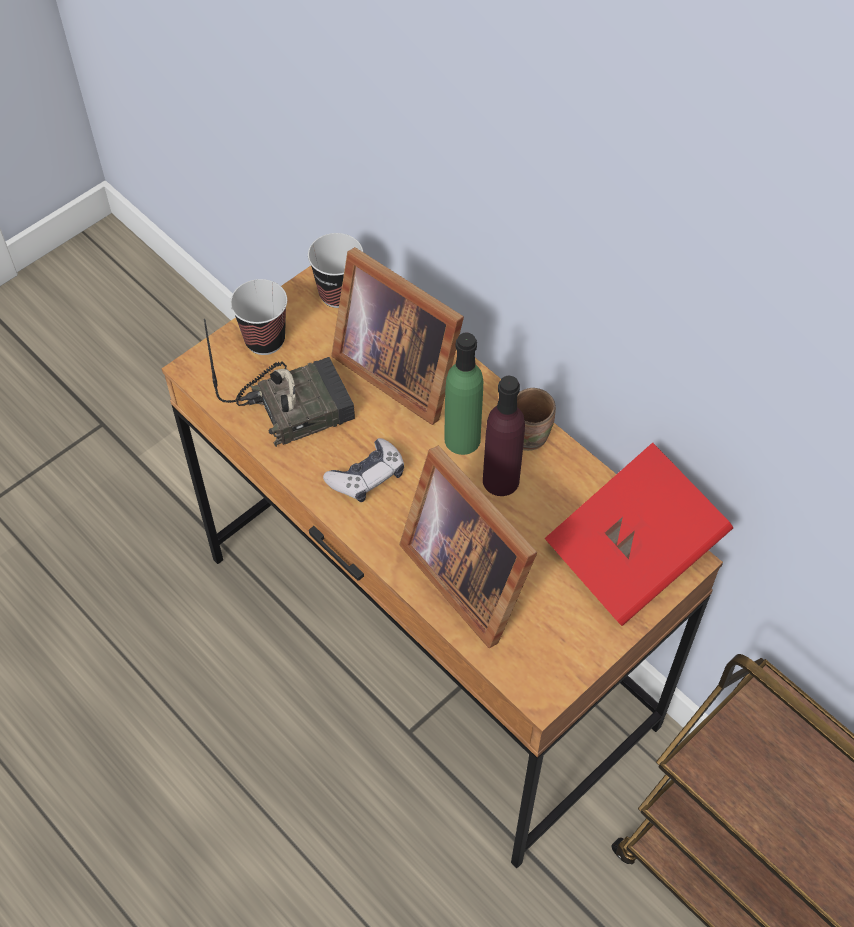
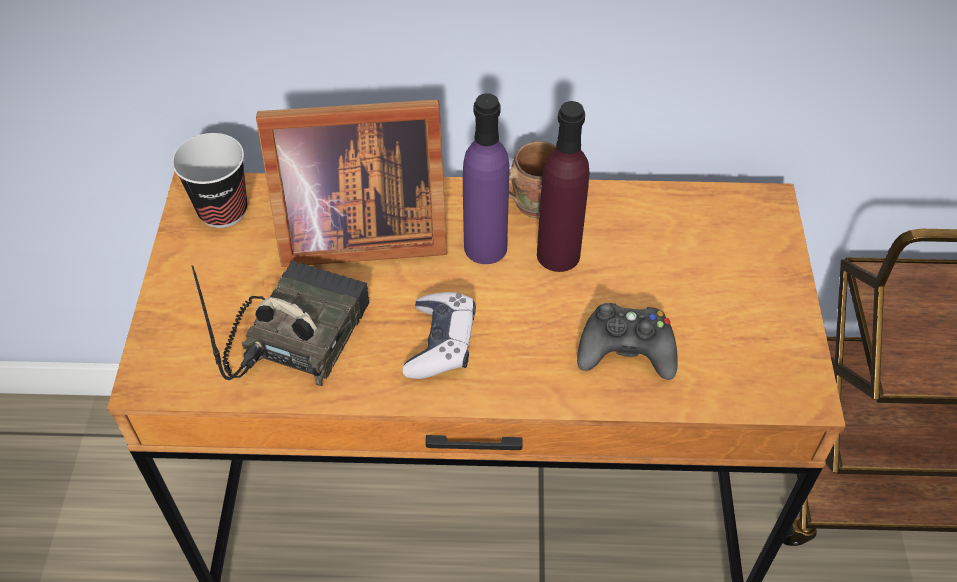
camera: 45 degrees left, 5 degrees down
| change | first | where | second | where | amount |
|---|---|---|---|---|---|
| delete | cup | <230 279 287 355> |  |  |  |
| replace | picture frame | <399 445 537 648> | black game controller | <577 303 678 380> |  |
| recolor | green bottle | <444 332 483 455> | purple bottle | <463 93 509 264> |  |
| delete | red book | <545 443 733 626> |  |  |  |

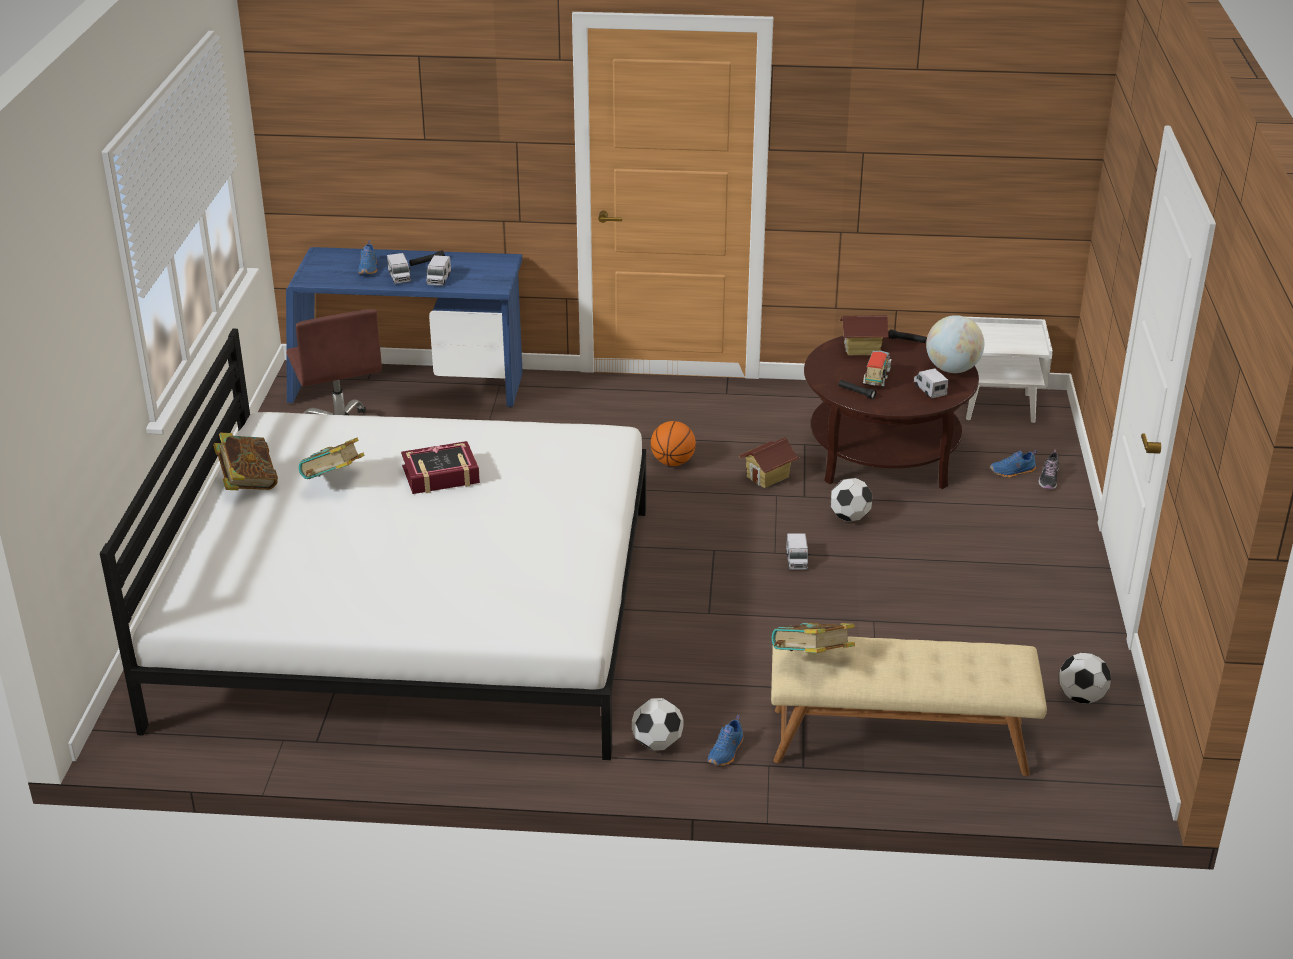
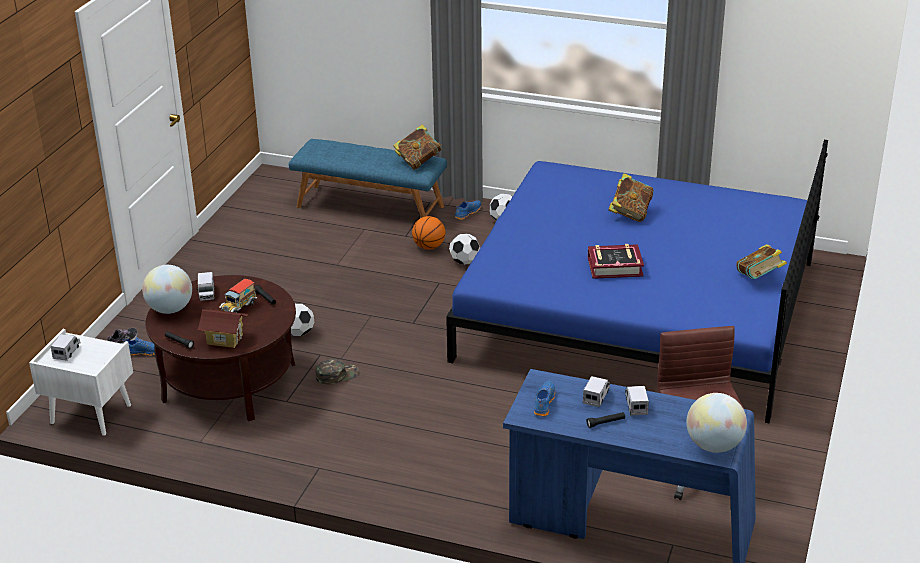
camera: 165 degrees left, 0 degrees up
| change | first | where | second | where | amount |
|---|---|---|---|---|---|
| recolor | white bed | <100 329 646 760> | blue bed | <446 140 828 423> |  |
| move | book | <299 438 364 479> |  | <608 173 653 222> |  |
| move | blue shoe | <359 241 377 274> |  | <534 381 555 416> |  |
| move | basketball | <651 421 696 466> |  | <412 216 445 250> |  |
| replace | toy house | <739 437 799 488> | green cap | <316 359 359 384> |  |
| recolor | beige bench | <771 636 1047 776> | blue bench | <288 139 447 218> |  |
| move | toy truck | <786 533 810 570> |  | <51 334 81 361> |  |
| move | football | <1059 653 1111 704> |  | <449 234 480 265> |  |
| insert |  |  | globe | <686 393 747 453> |  |

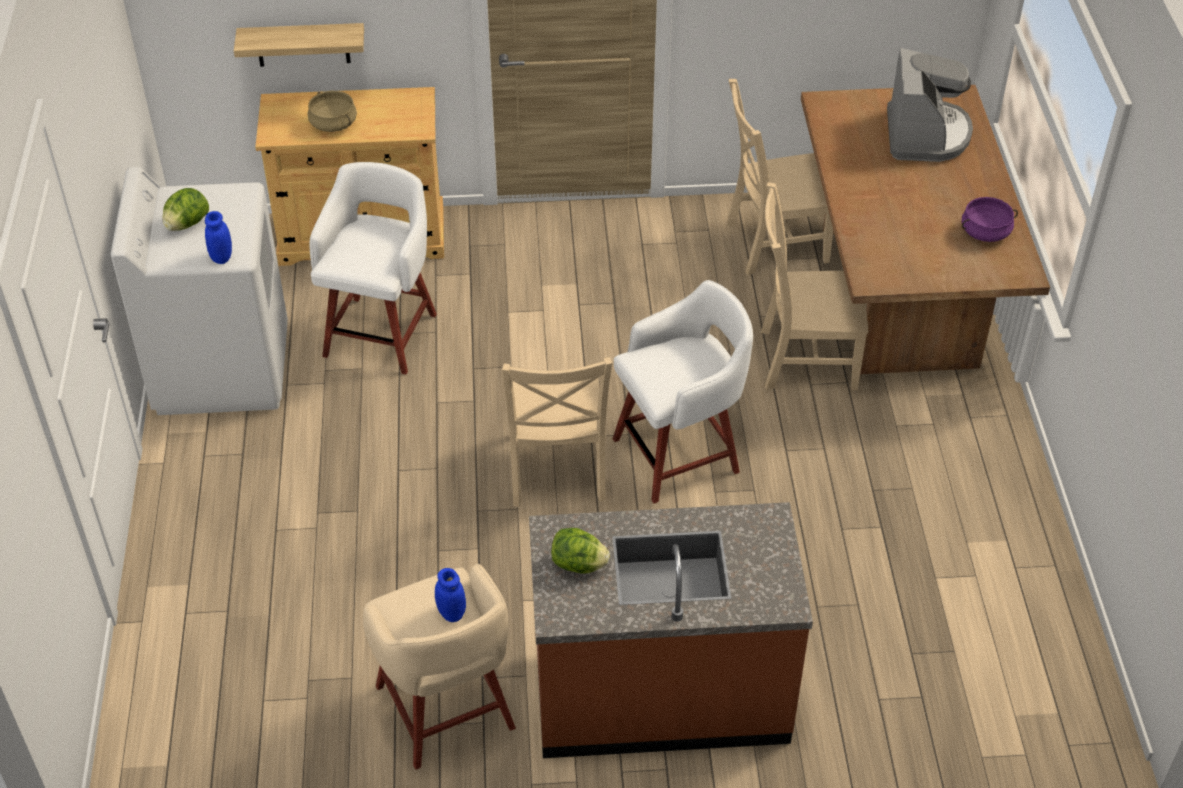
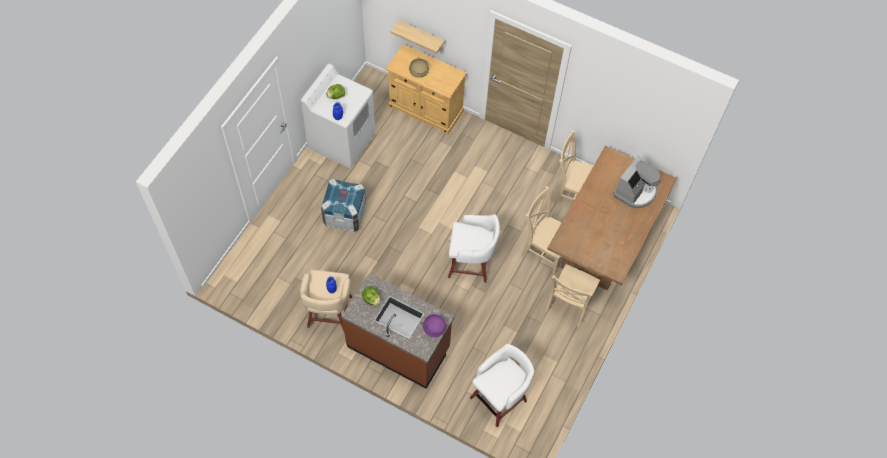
camera: 30 degrees right, 15 degrees up
| change | first | where | second | where | amount |
|---|---|---|---|---|---|
| move | white stool | <309 162 437 375> |  | <470 344 534 427> |  |
| move | beige chair | <502 357 612 507> |  | <545 264 600 327> |  |
| move | purple cooking pot | <962 197 1018 242> |  | <421 314 448 337> |  |
| insert |  |  | crate | <321 179 366 232> |  |

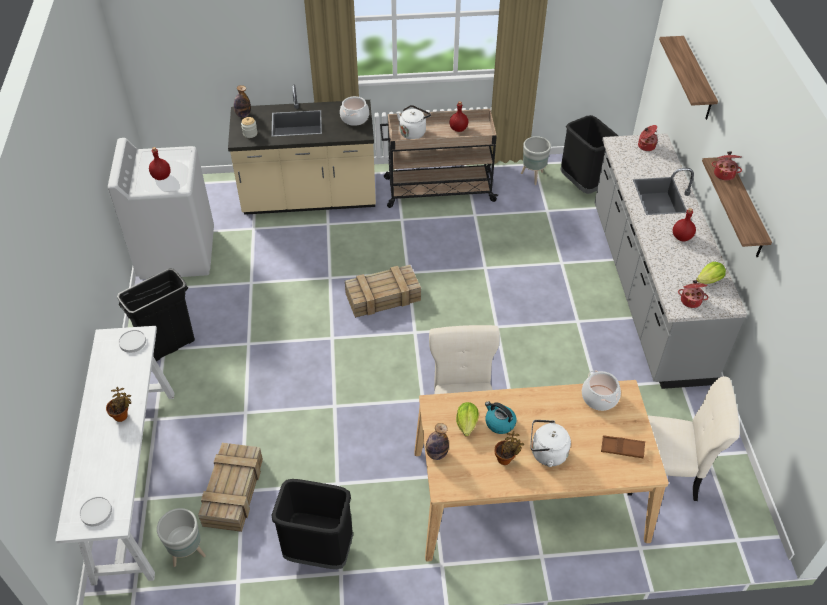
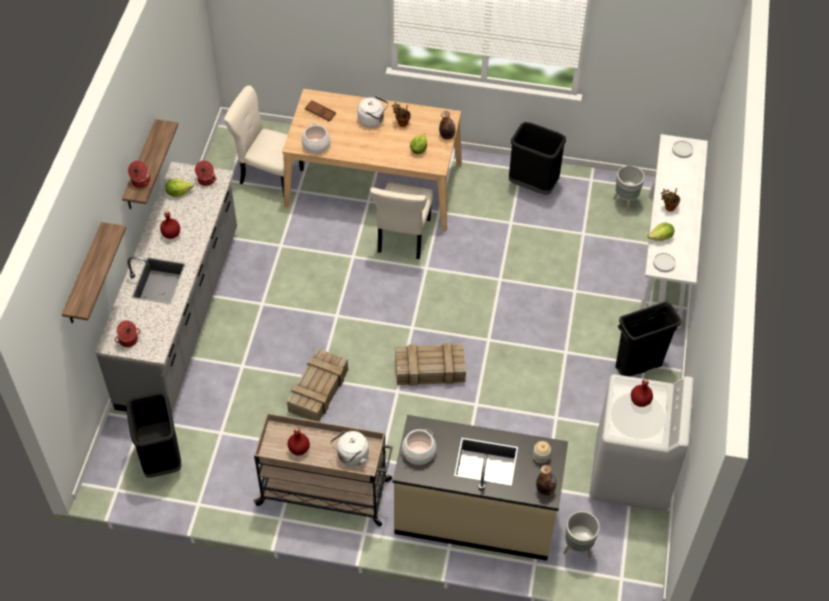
camera: 165 degrees left, 5 degrees up
| change | first | where | second | where | amount |
|---|---|---|---|---|---|
| move | crate | <198 443 263 532> |  | <287 349 348 422> |  |
| delete | kettle | <485 401 516 434> |  |  |  |
| move | grey planter | <521 136 551 185> |  | <563 511 600 558> |  |
| insert |  |  | lettuce | <648 222 674 241> |  |

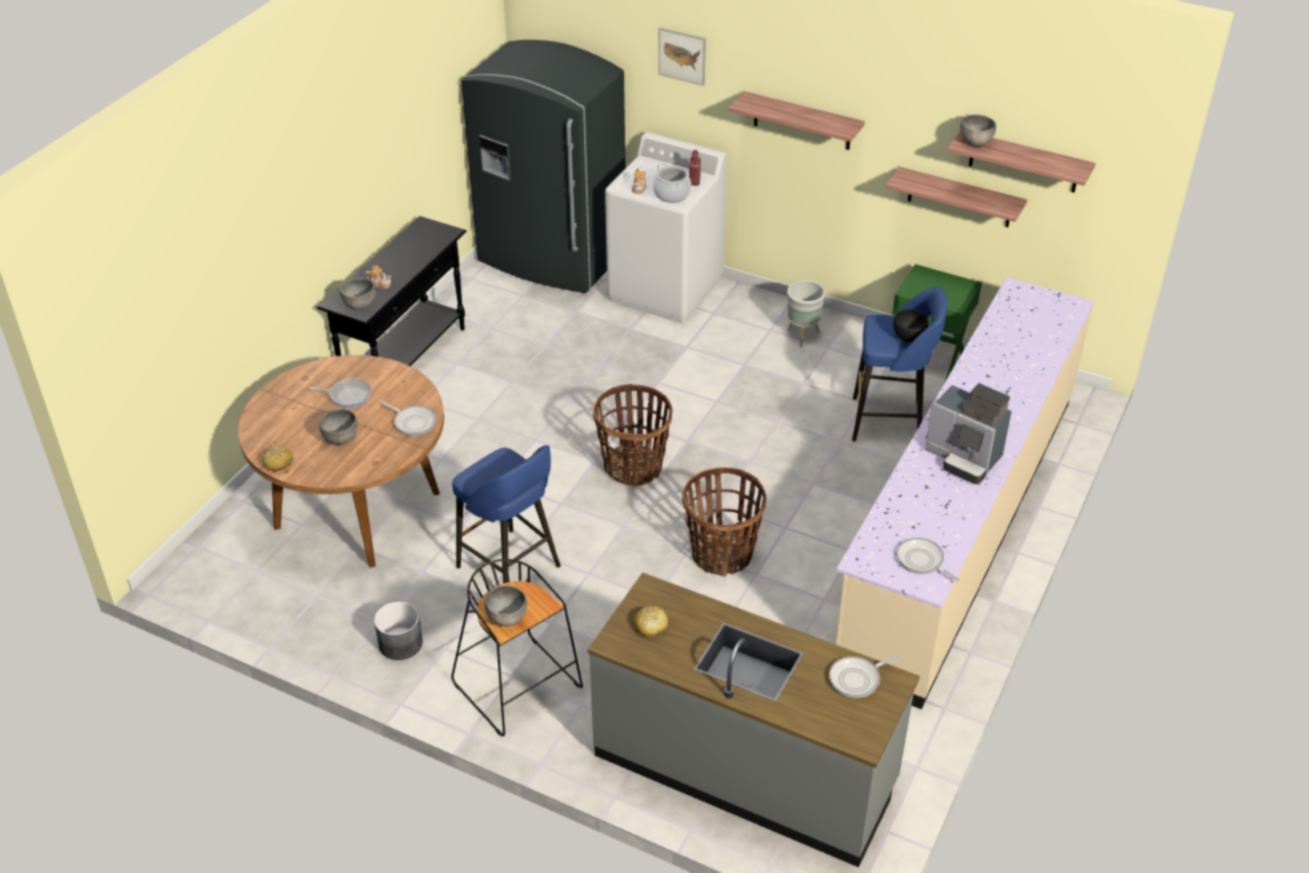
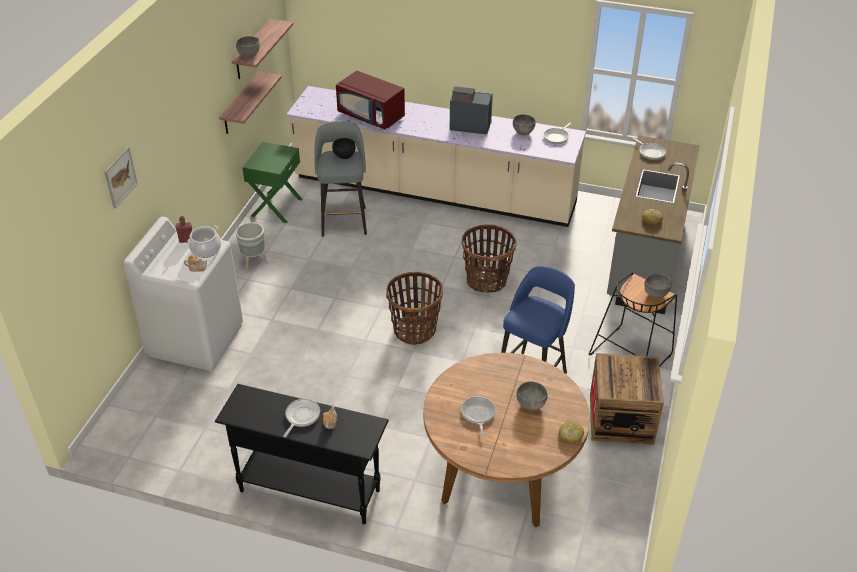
camera: 100 degrees left, 0 degrees up
| change | first | where | second | where | amount |
|---|---|---|---|---|---|
| move | grey bowl | <340 278 376 310> |  | <513 114 536 135> |  |
| replace | grey planter | <374 601 423 660> | crate | <590 353 664 445> |  |
| move | frying pan | <381 402 437 436> |  | <283 399 320 437> |  |
| delete | grey fridge | <461 40 625 293> |  |  |  |
| delete | shelf | <729 91 865 150> |  |  |  |
| recolor | blue stool | <852 287 948 442> | grey stool | <314 121 367 237> |  |
| rotate | coffee machine | <925 384 1012 484> |  | <450 86 493 135> | 105 degrees counterclockwise |
| insert |  |  | red microwave | <336 71 405 129> |  |

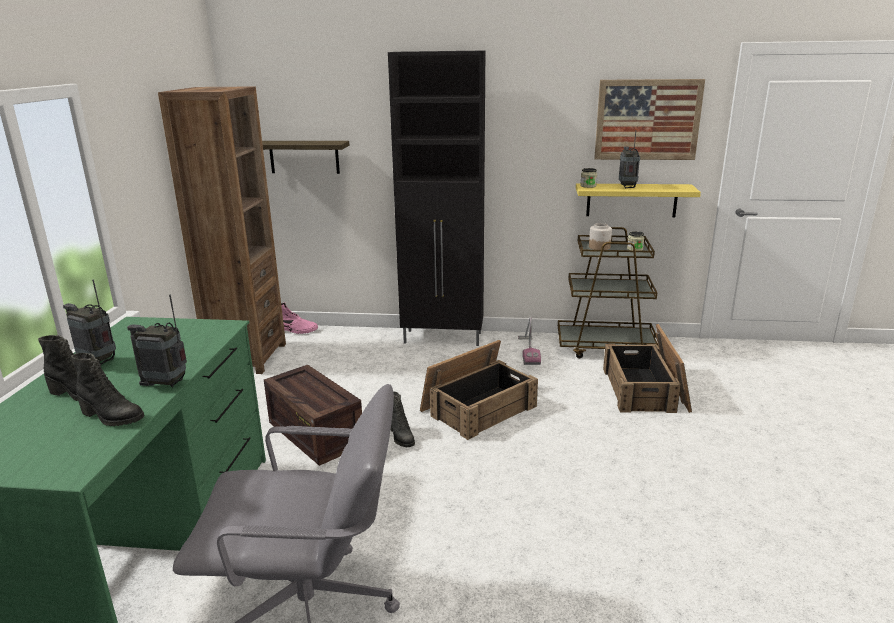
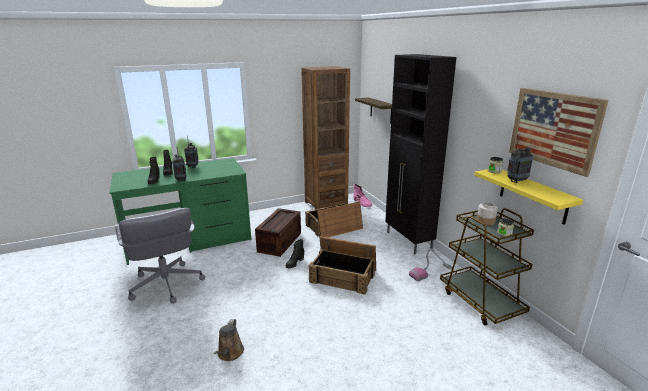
camera: 60 degrees right, 0 degrees up
| change | first | where | second | where | amount |
|---|---|---|---|---|---|
| move | crate | <603 324 692 413> |  | <305 201 363 237> |  |
| insert |  |  | brown watering can | <214 319 244 361> |  |

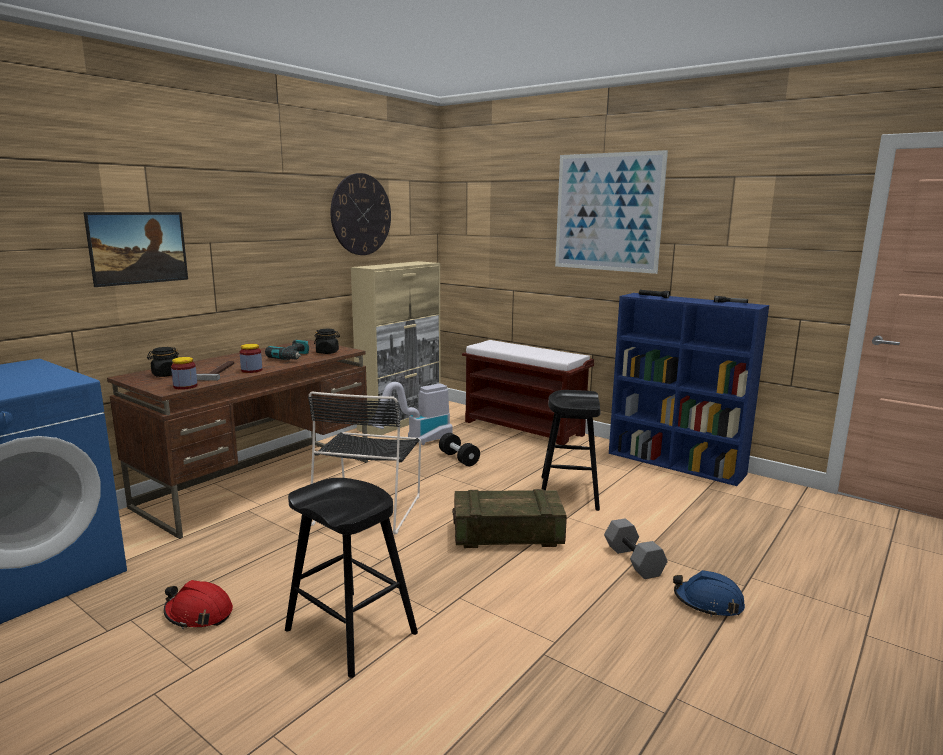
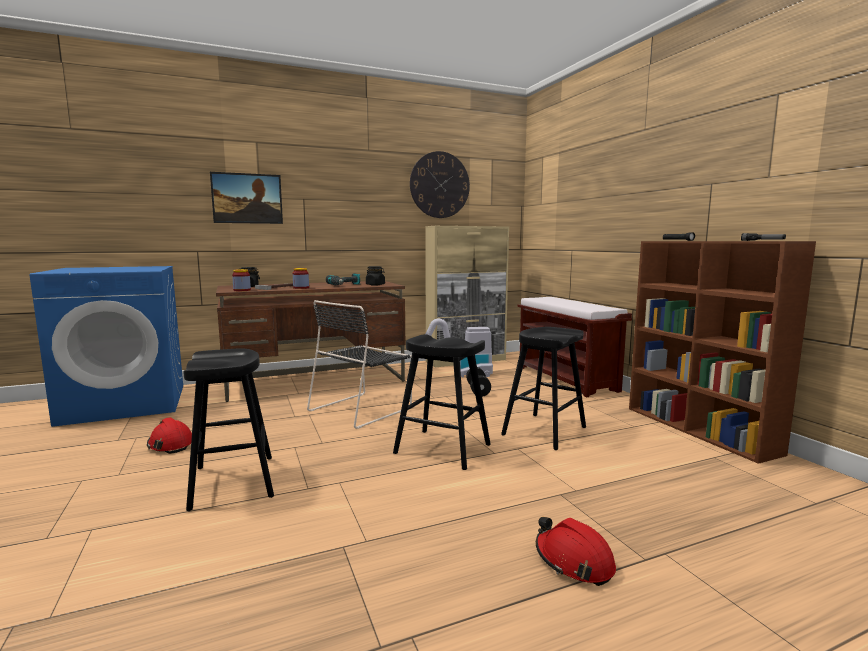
camera: 30 degrees right, 5 degrees down
| change | first | where | second | where | amount |
|---|---|---|---|---|---|
| replace | crate | <452 489 567 548> | black stool | <393 334 491 470> |  |
| delete | picture | <555 150 668 274> |  |  |  |
| delete | grey dumbbell | <604 518 668 579> |  |  |  |
| recolor | blue bookcase | <609 293 769 486> | brown bookcase | <629 241 816 464> |  |
| recolor | blue hard hat | <673 570 745 617> | red hard hat | <536 517 616 586> |  |

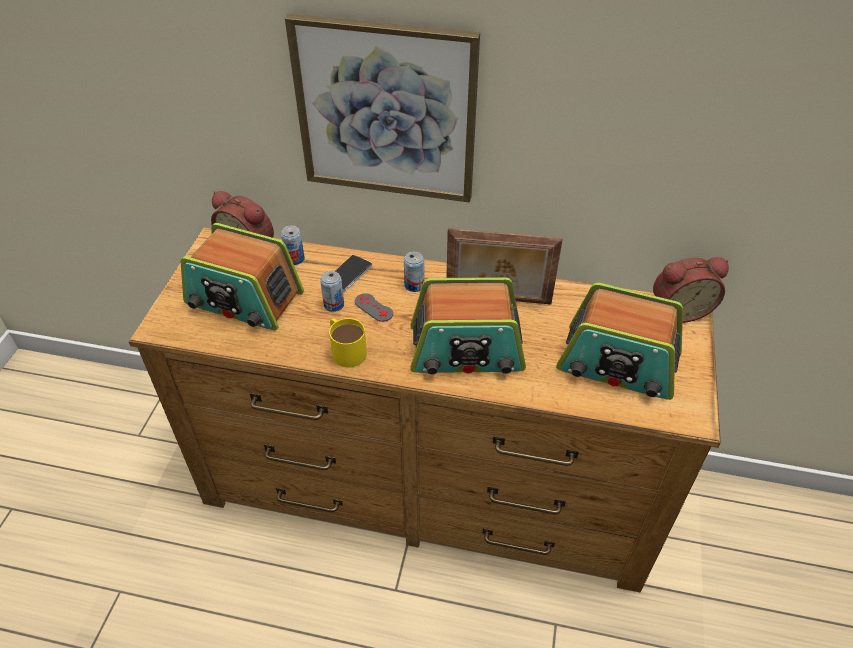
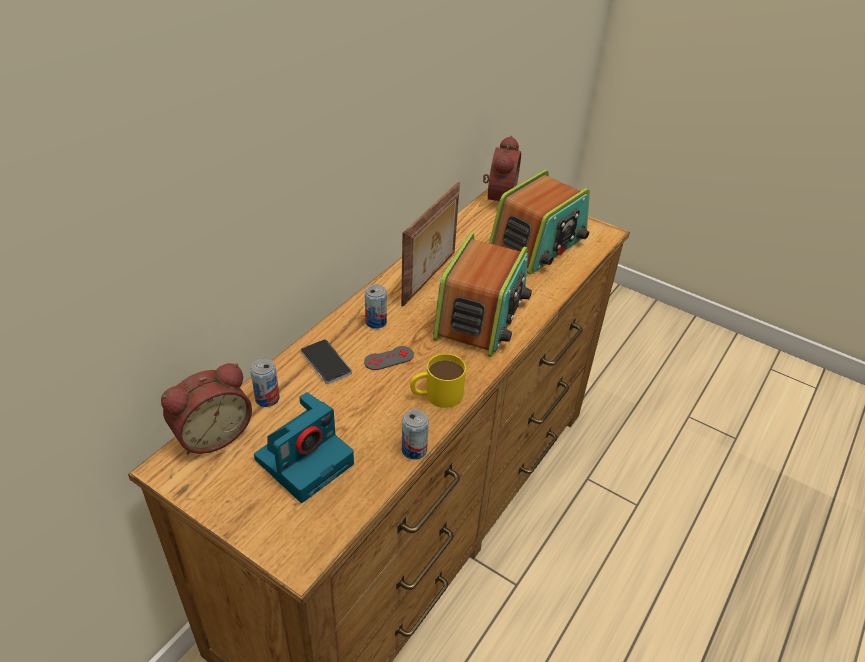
camera: 70 degrees left, 5 degrees down
| change | first | where | second | where | amount |
|---|---|---|---|---|---|
| replace | radio | <181 223 304 331> | photo camera | <254 392 354 503> |  |
| delete | picture | <285 14 480 202> |  |  |  |
| move | can | <320 271 344 312> |  | <402 409 429 460> |  |

